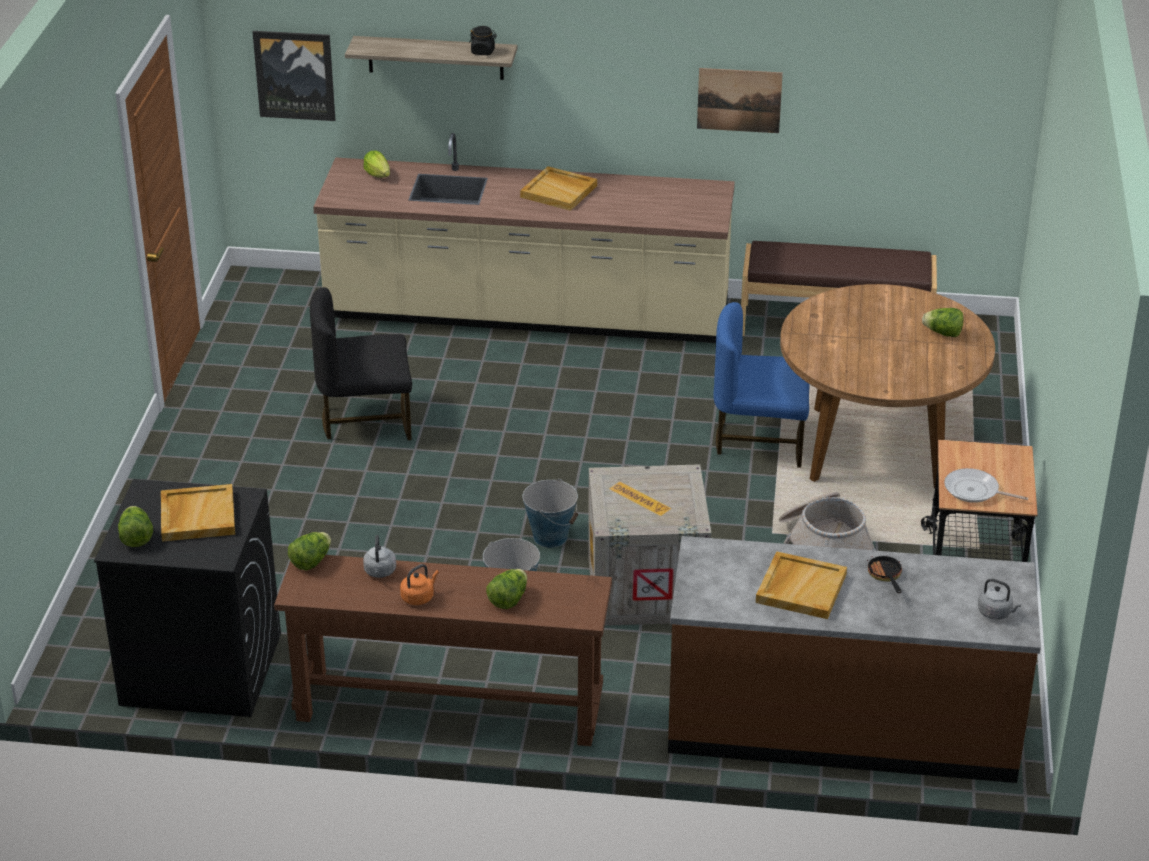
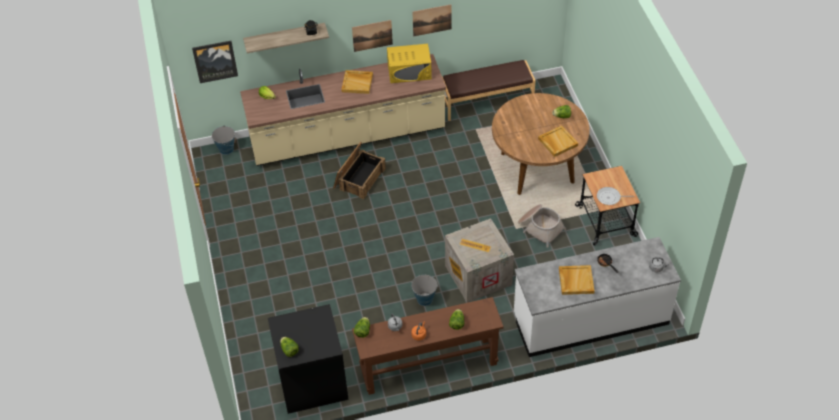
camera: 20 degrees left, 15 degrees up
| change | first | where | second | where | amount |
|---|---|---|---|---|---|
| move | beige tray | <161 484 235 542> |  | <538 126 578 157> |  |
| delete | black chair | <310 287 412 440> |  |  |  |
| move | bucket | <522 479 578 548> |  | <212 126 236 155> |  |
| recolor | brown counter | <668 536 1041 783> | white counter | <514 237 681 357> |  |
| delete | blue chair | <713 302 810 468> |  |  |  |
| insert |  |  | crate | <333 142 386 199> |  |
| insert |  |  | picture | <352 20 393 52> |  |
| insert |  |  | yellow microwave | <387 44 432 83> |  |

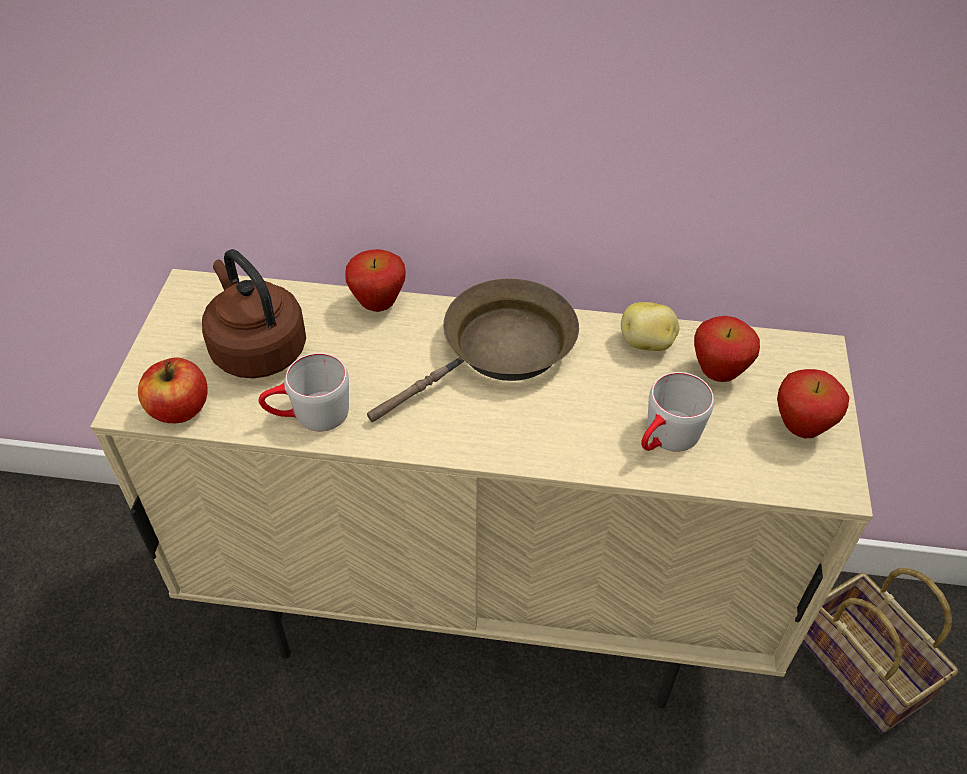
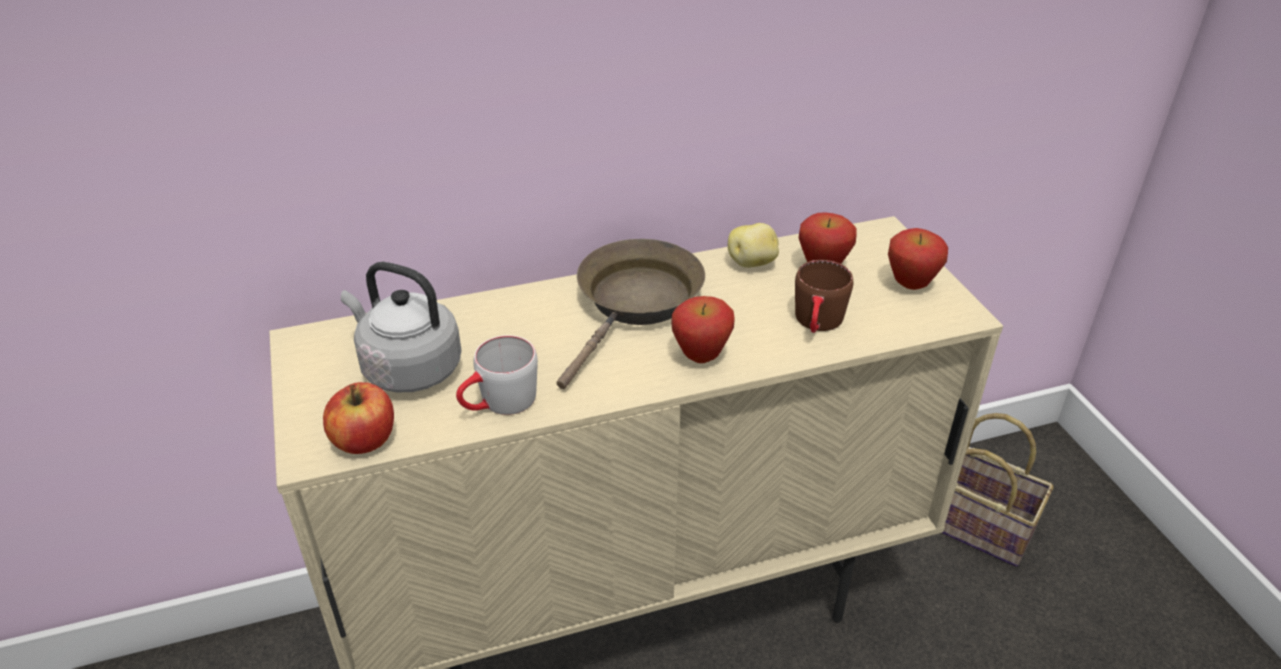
camera: 25 degrees left, 10 degrees down
| change | first | where | second | where | amount |
|---|---|---|---|---|---|
| recolor | brown kettle | <202 249 306 378> | grey kettle | <341 262 462 392> |  |
| move | apple | <345 249 406 312> |  | <671 296 735 363> |  |
| recolor | grey mug | <641 372 714 452> | brown mug | <795 260 853 333> |  |

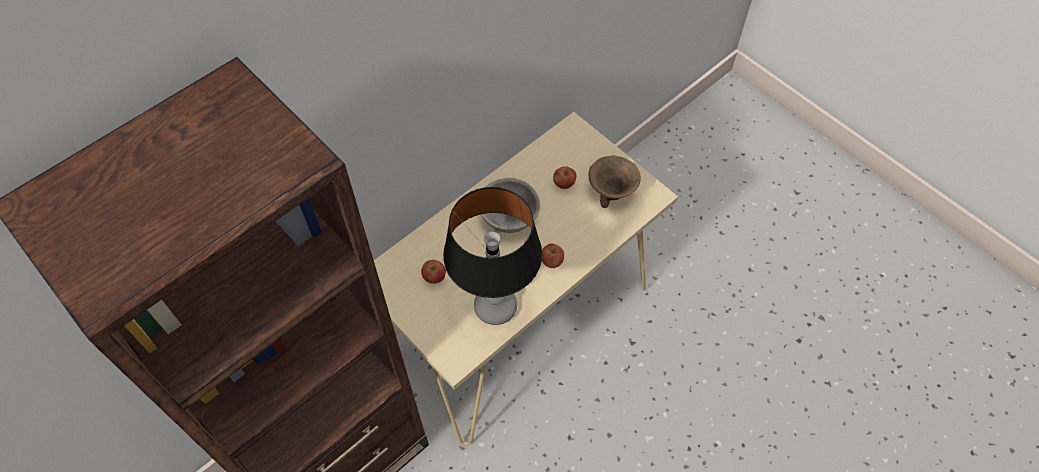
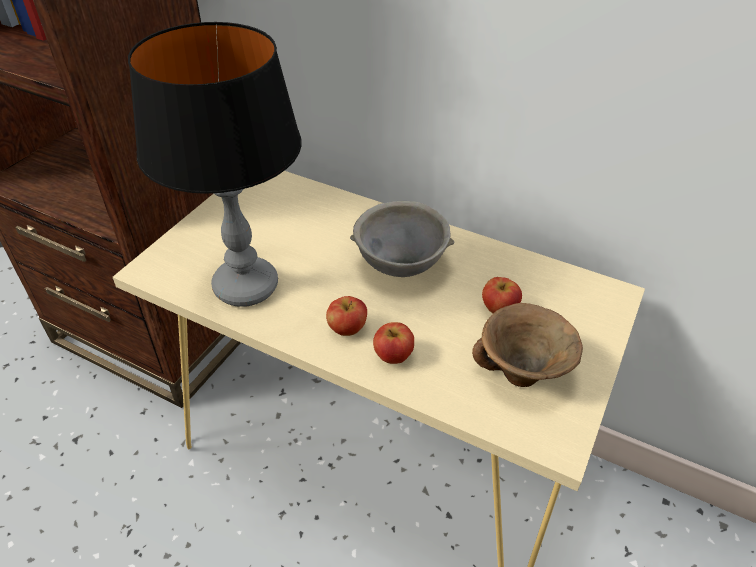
camera: 70 degrees right, 15 degrees down
| change | first | where | second | where | amount |
|---|---|---|---|---|---|
| move | apple | <421 260 446 284> |  | <373 322 414 364> |  |

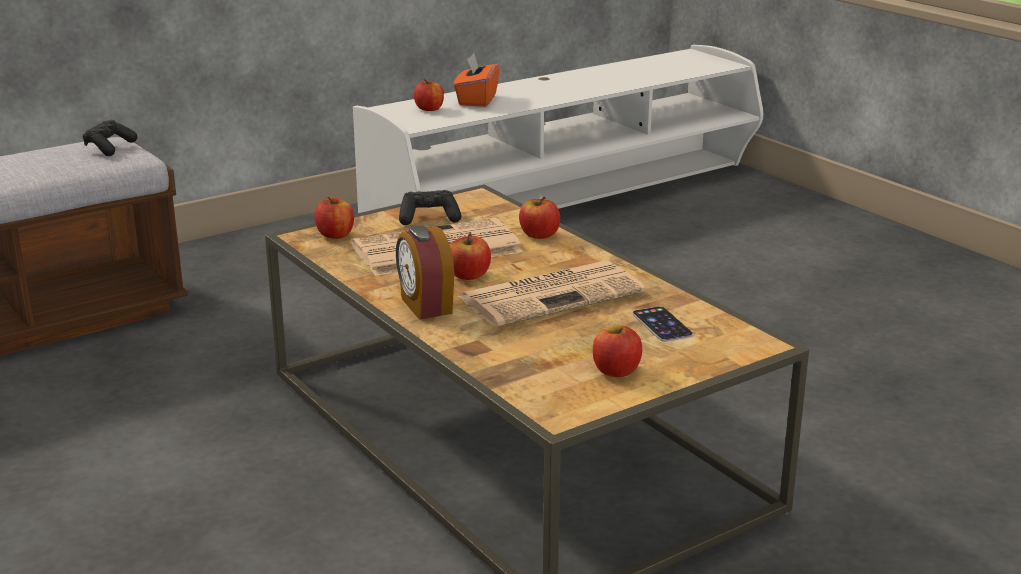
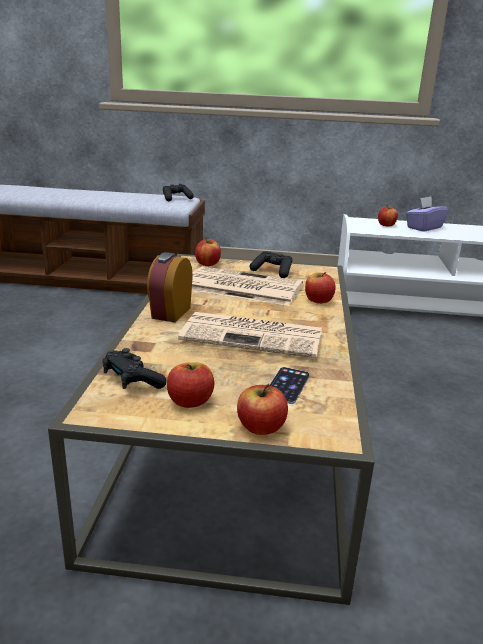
camera: 40 degrees right, 0 degrees up
| change | first | where | second | where | amount |
|---|---|---|---|---|---|
| move | apple | <450 233 491 280> |  | <237 384 288 435> |  |
| recolor | orange tissue box | <454 53 499 107> | purple tissue box | <406 196 449 232> |  |
| insert |  |  | black game controller | <102 348 167 389> |  |

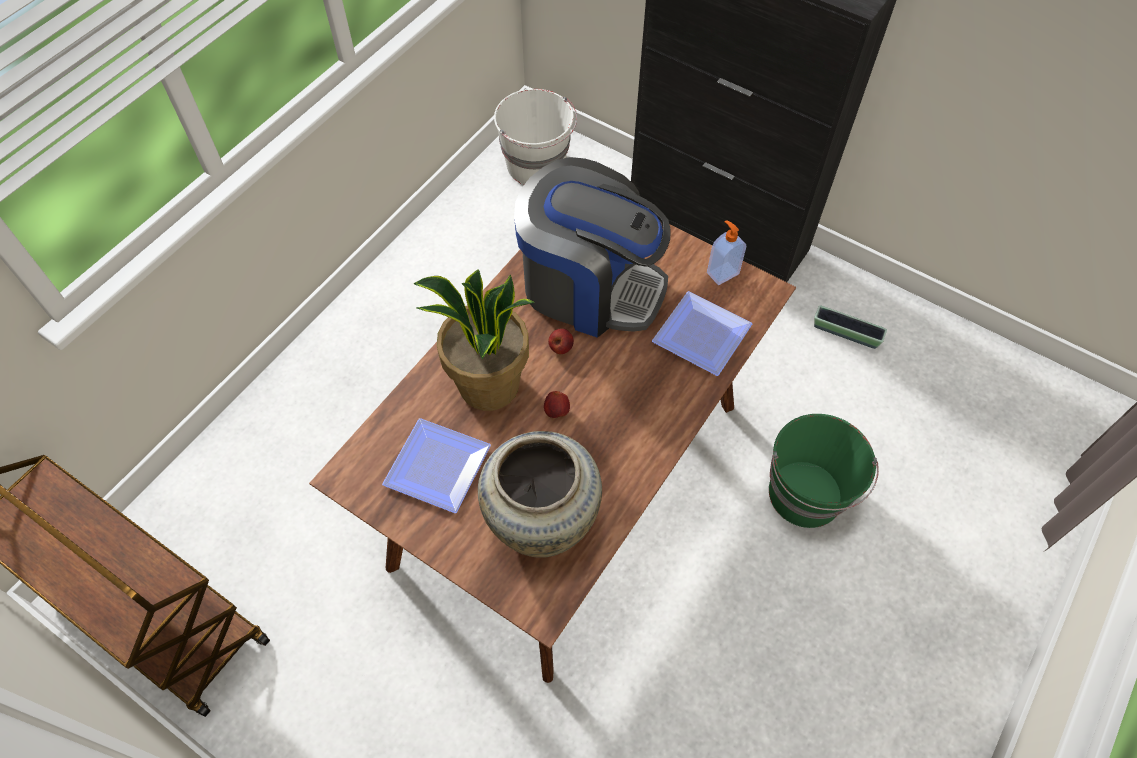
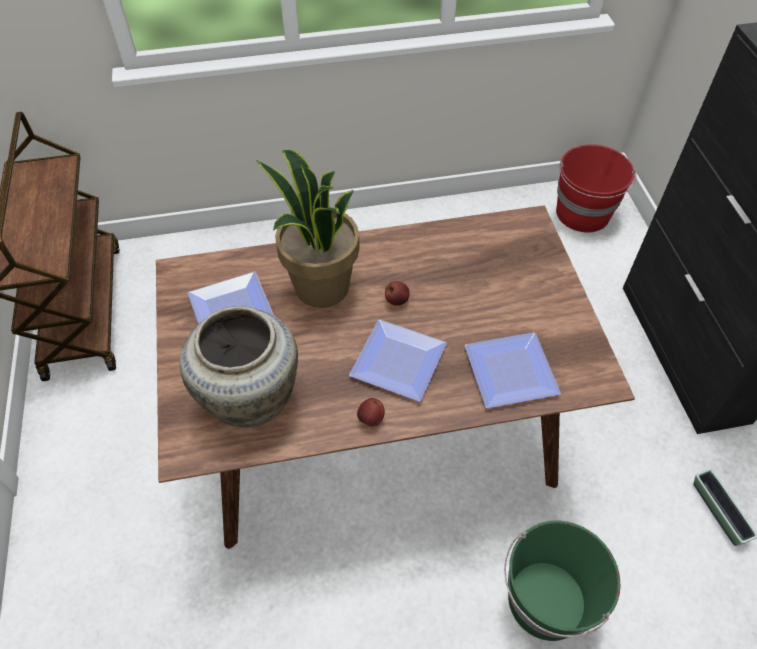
camera: 45 degrees right, 5 degrees down
| change | first | where | second | where | amount |
|---|---|---|---|---|---|
| recolor | white bucket | <494 89 577 184> | red bucket | <556 144 636 232> |  |
| delete | coffee machine | <514 157 671 338> |  |  |  |
| move | apple | <544 391 570 418> |  | <357 398 385 427> |  |
| delete | soap dispenser | <707 220 746 285> |  |  |  |
| insert |  |  | plate | <349 319 447 402> |  |

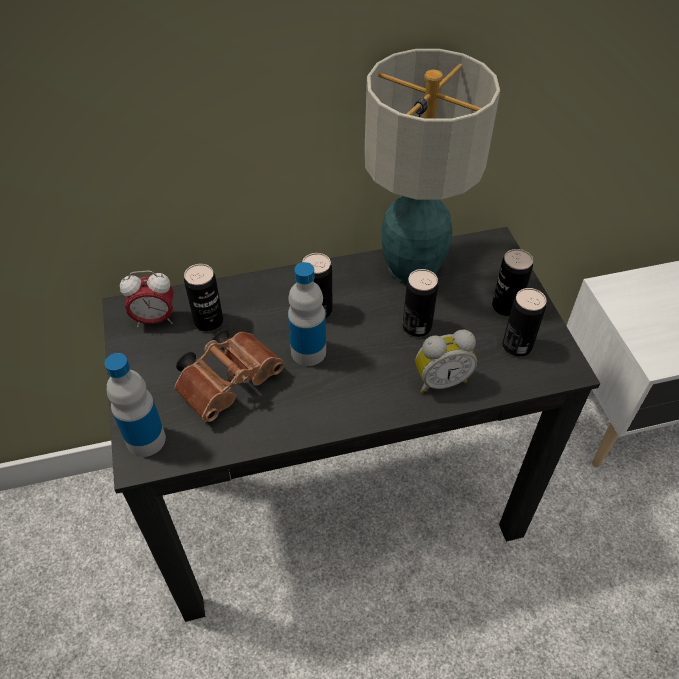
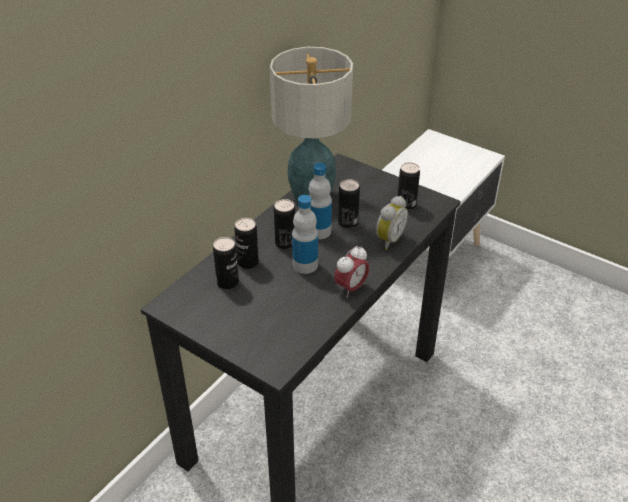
camera: 40 degrees left, 10 degrees down
| change | first | where | second | where | amount |
|---|---|---|---|---|---|
| move | bottle | <105 353 166 457> |  | <308 163 332 239> |  |
| move | alarm clock | <120 271 173 327> |  | <334 246 369 298> |  |
| delete | brown binoculars | <175 330 284 422> |  |  |  |
| move | can | <492 249 533 316> |  | <234 218 259 269> |  |

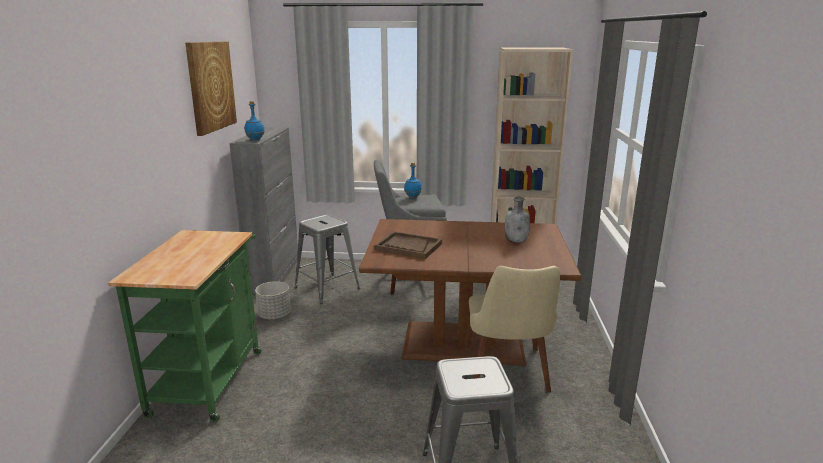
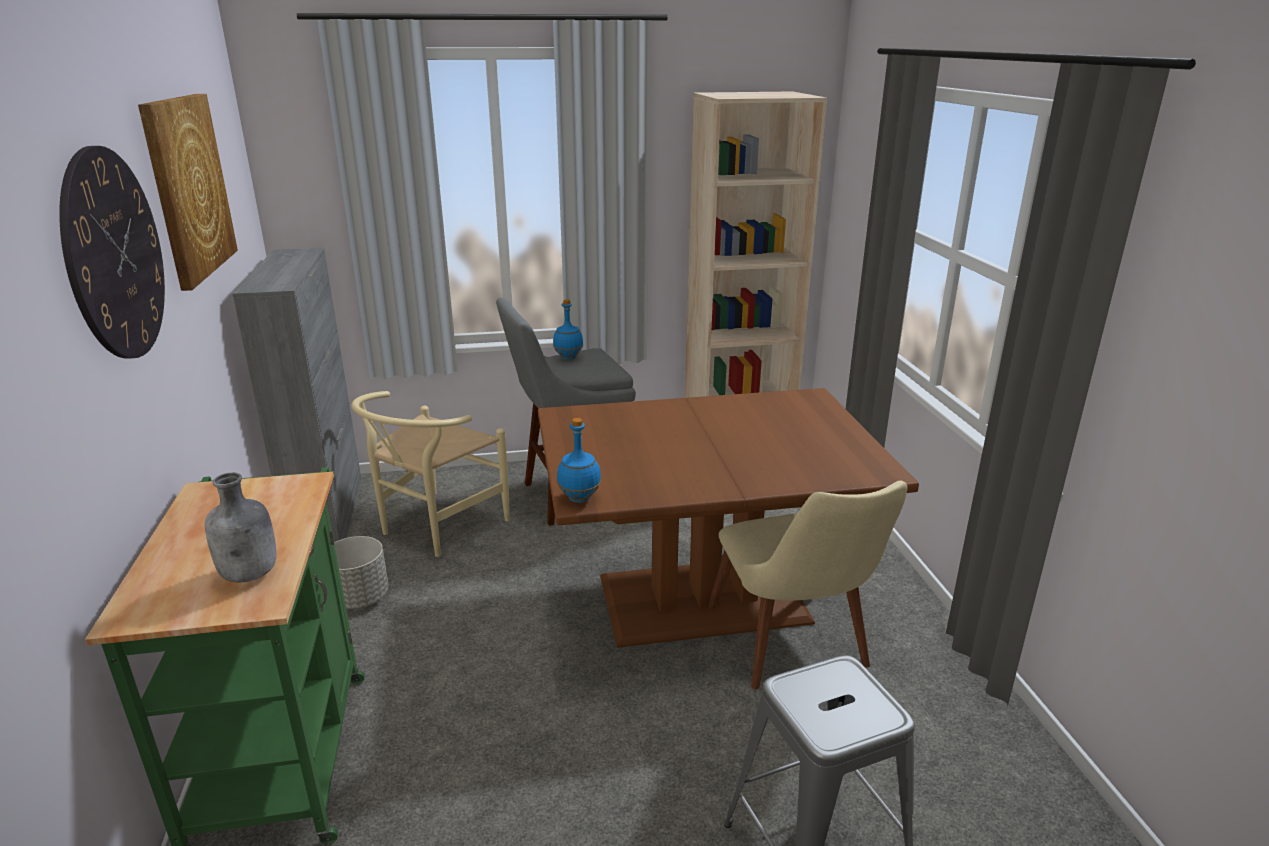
camera: 15 degrees left, 5 degrees up
| change | first | where | second | where | amount |
|---|---|---|---|---|---|
| move | blue bottle | <245 101 264 141> |  | <557 418 601 503> |  |
| replace | grey stool | <295 215 360 304> | beige chair | <351 391 510 557> |  |
| delete | brown tray | <374 231 442 259> |  |  |  |
| move | grey bottle | <505 197 530 243> |  | <205 472 277 582> |  |
| insert |  |  | wall clock | <59 146 165 359> |  |

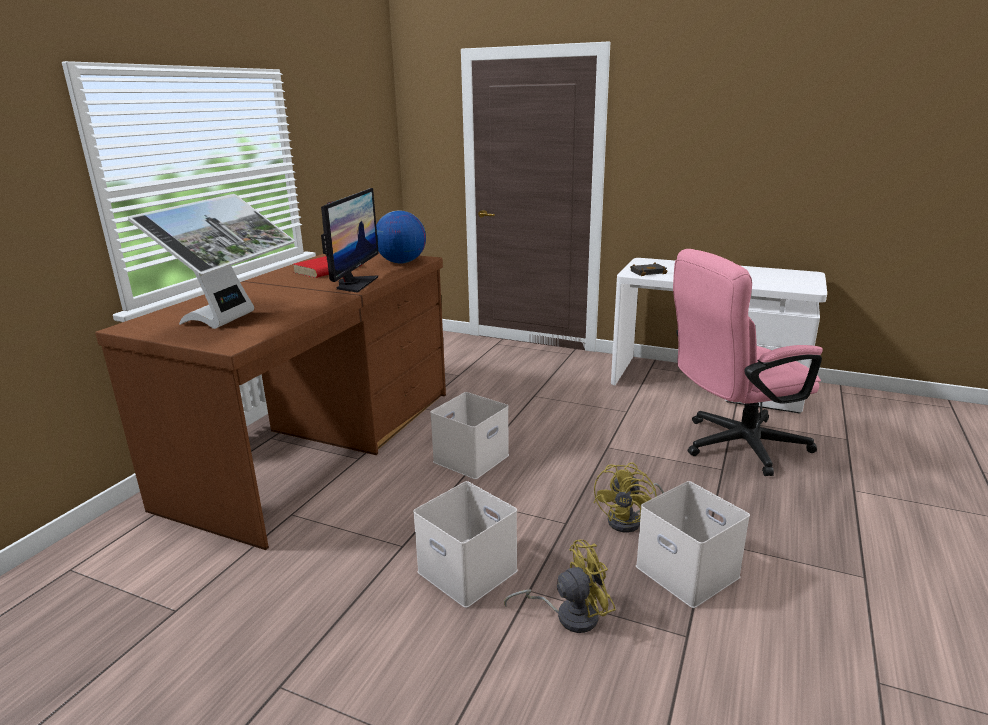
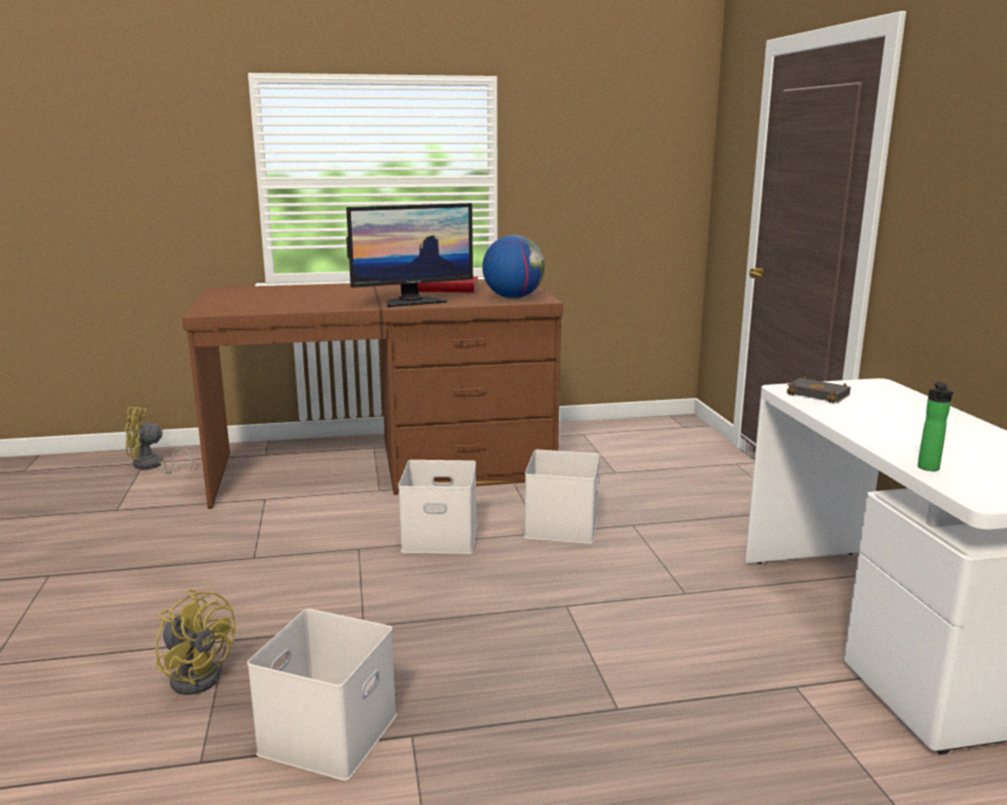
camera: 55 degrees right, 5 degrees down
| change | first | where | second | where | amount |
|---|---|---|---|---|---|
| delete | monitor | <128 194 295 329> |  |  |  |
| move | white storage box | <413 481 518 608> |  | <524 450 600 544> |  |
| move | yellow fan | <593 462 664 533> |  | <125 407 193 474> |  |
| delete | pink office chair | <673 249 823 476> |  |  |  |
| insert |  |  | bottle | <918 382 954 471> |  |

